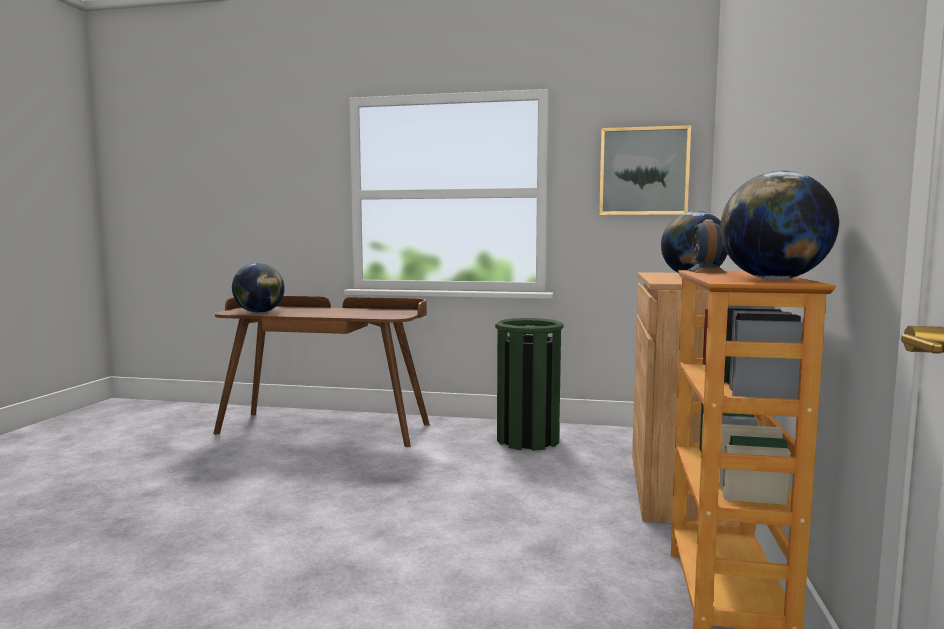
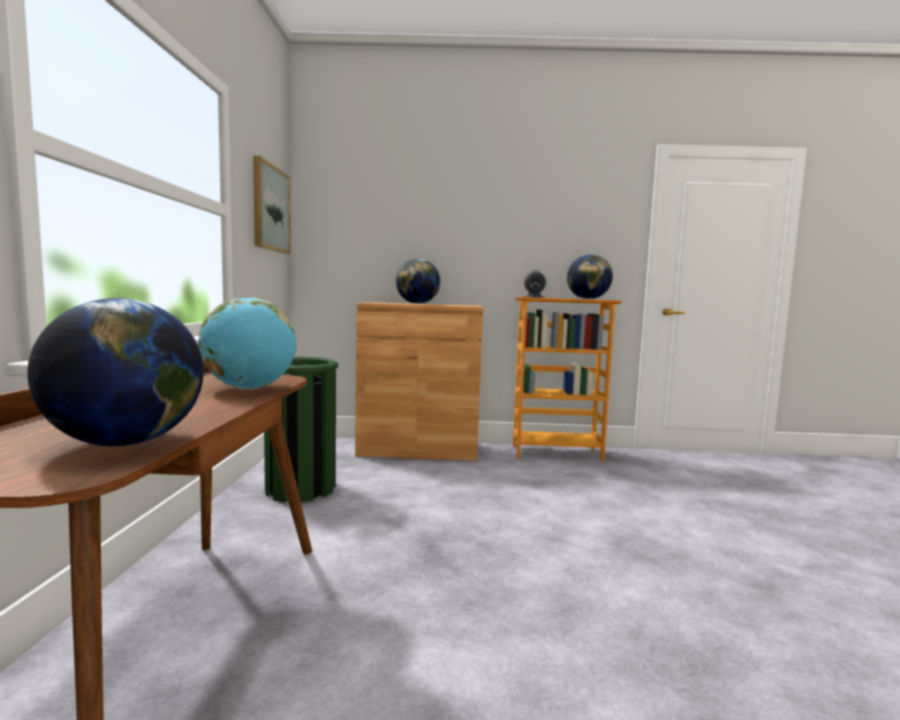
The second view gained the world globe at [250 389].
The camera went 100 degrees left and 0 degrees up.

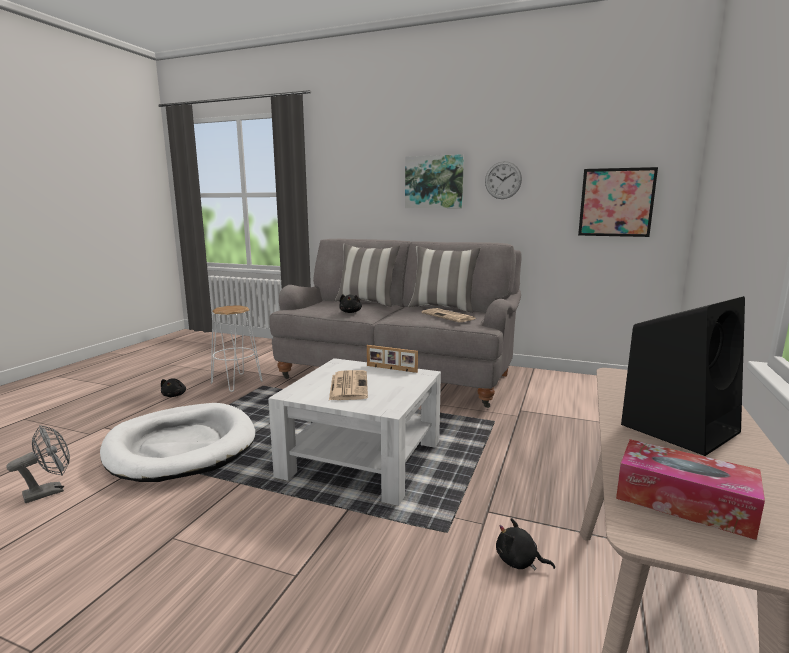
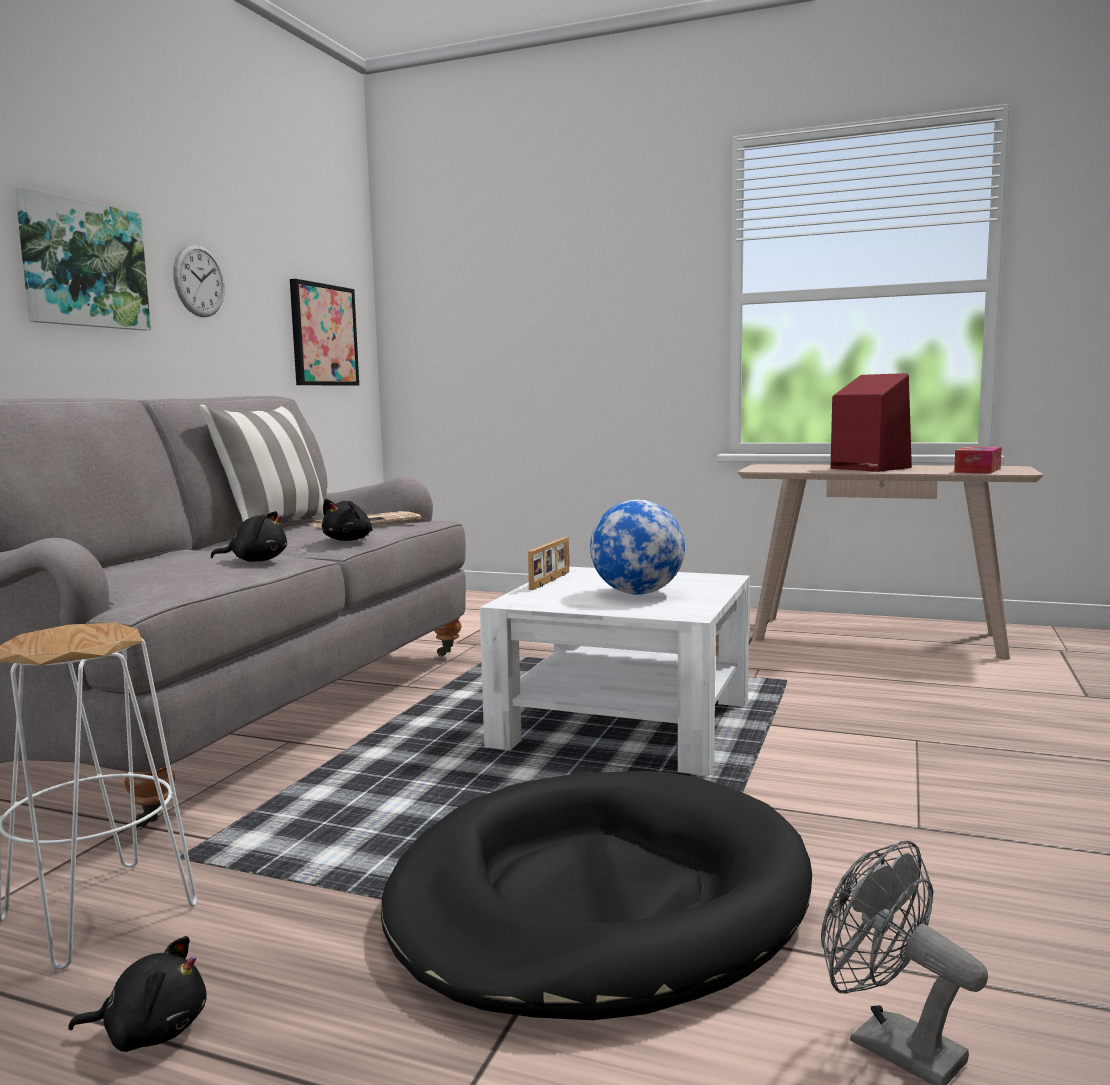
The second view lost the pillow at [367 302].
What was the blackish speaker at [680 427] turned into the reddish speaker at [868 468].
Where the newspaper stood at [348 386], the world globe came to stand at [637 593].
What was the white-coloured dog bed at [181 446] turned into the blackish dog bed at [598 900].
The blackish plush toy ended up elsewhere, having gone from [519 561] to [349 540].
The camera went 90 degrees left and 5 degrees down.

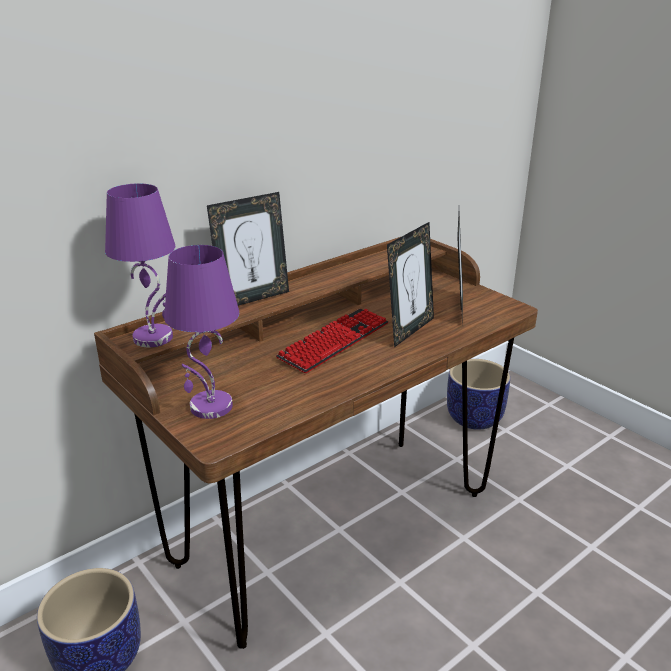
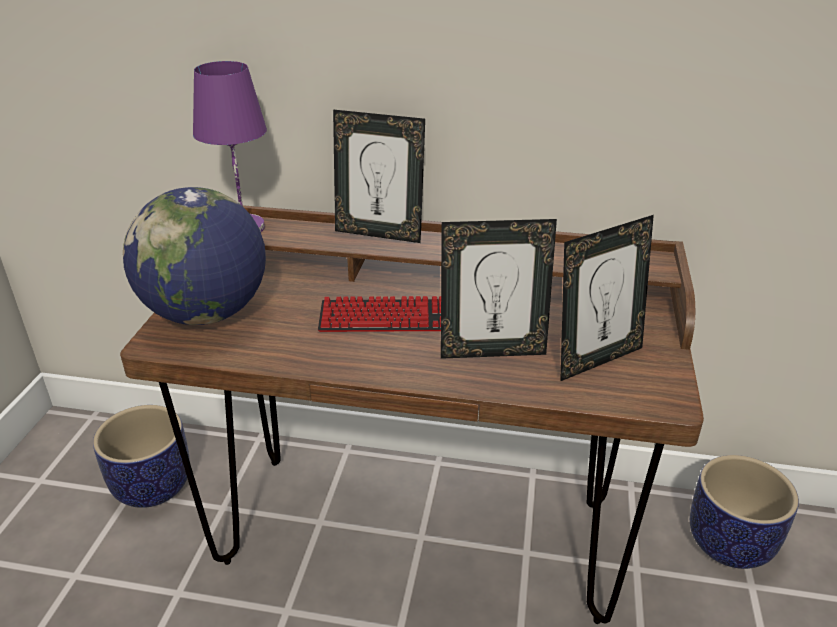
Where the purplish table lamp stood at [210 407], the world globe came to stand at [207 313].
The camera went 50 degrees right and 5 degrees up.

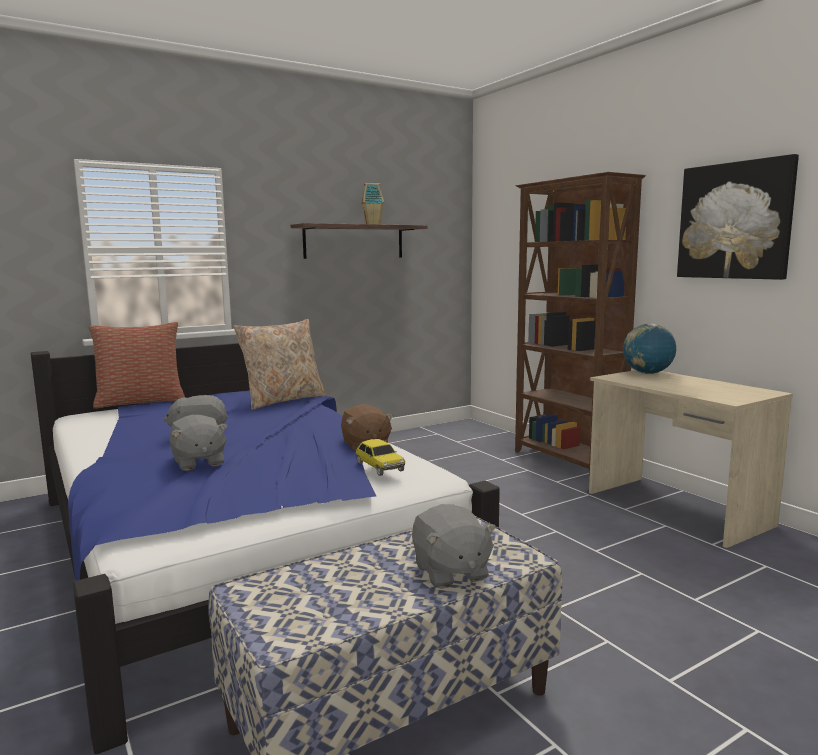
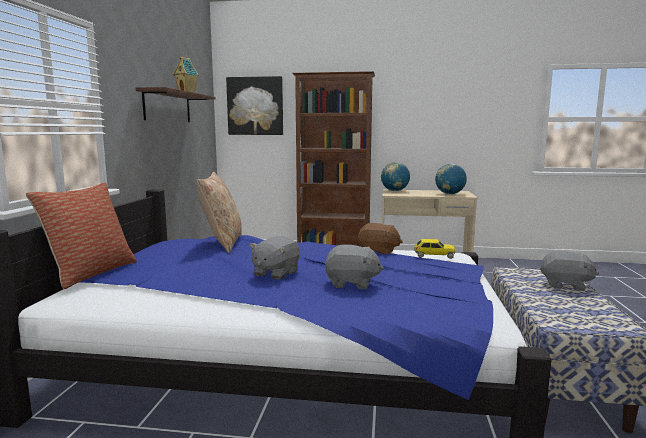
The wall art ended up elsewhere, having gone from [735 221] to [255 106].
The second view gained the world globe at [450 194].
The camera went 50 degrees left and 0 degrees up.

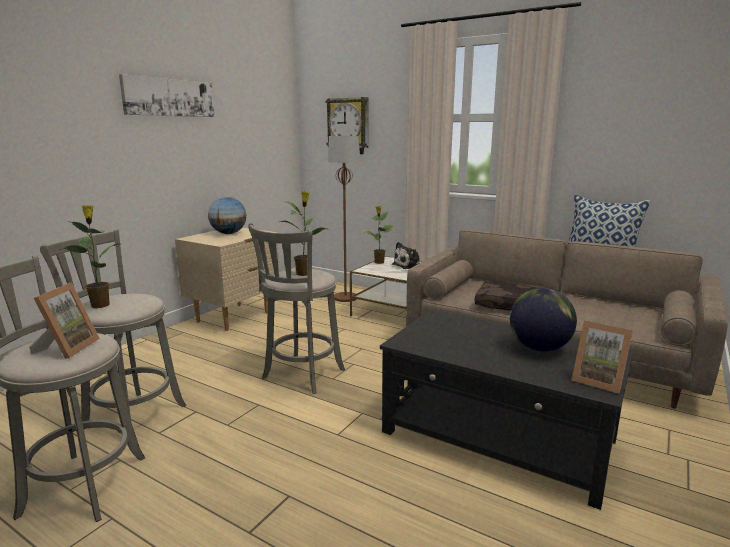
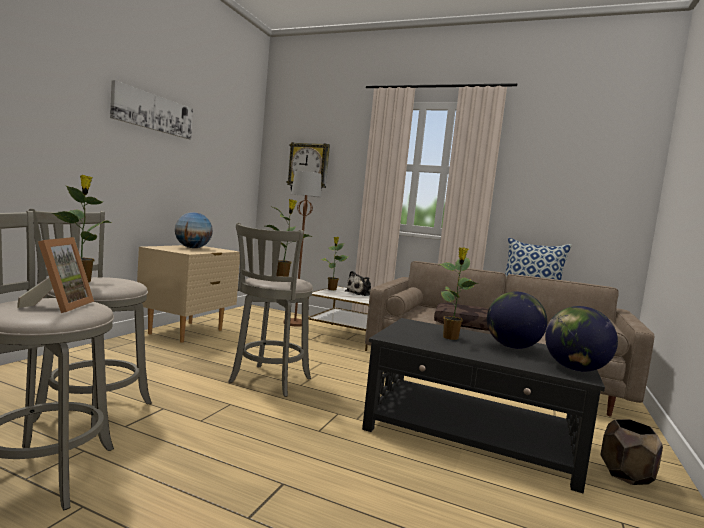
Where the standing frame stood at [598 380], the world globe came to stand at [575 369].
The second view gained the potted plant at [450 338].
The second view gained the brown planter at [626 475].
The camera went 10 degrees left and 10 degrees down.

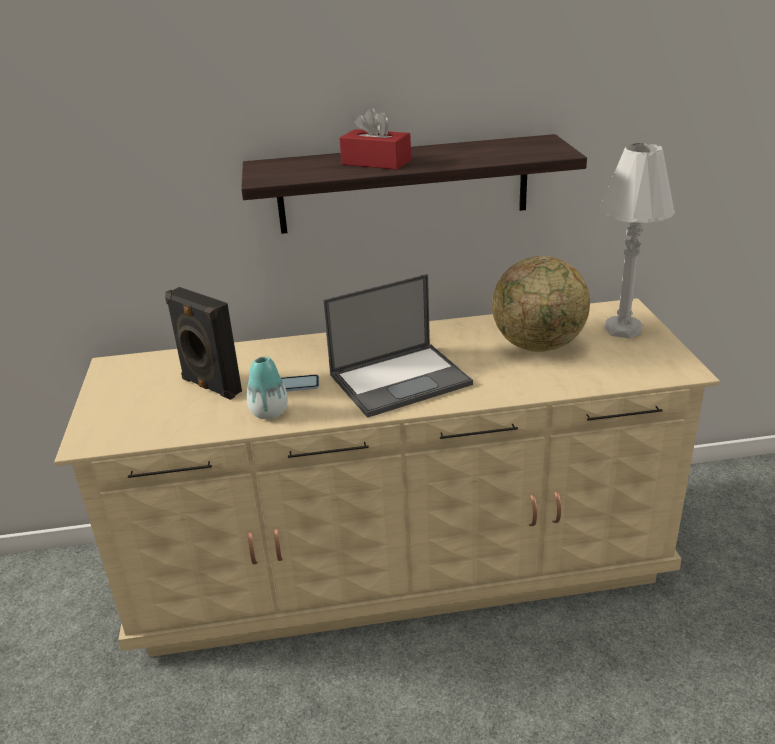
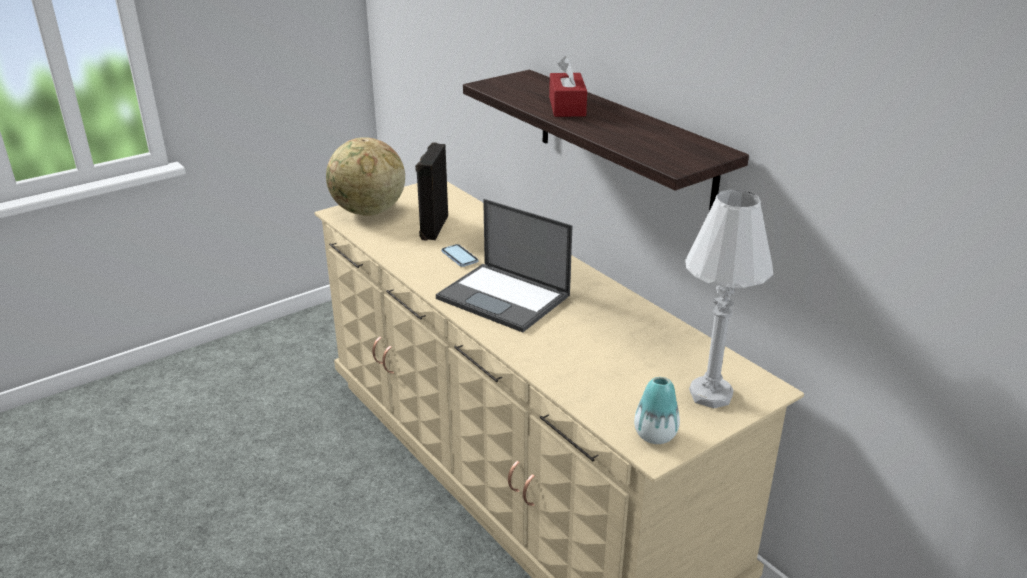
The world globe ended up elsewhere, having gone from [538 346] to [368 212].
The flower vase ended up elsewhere, having gone from [269 413] to [655 435].
The camera went 60 degrees right and 0 degrees up.

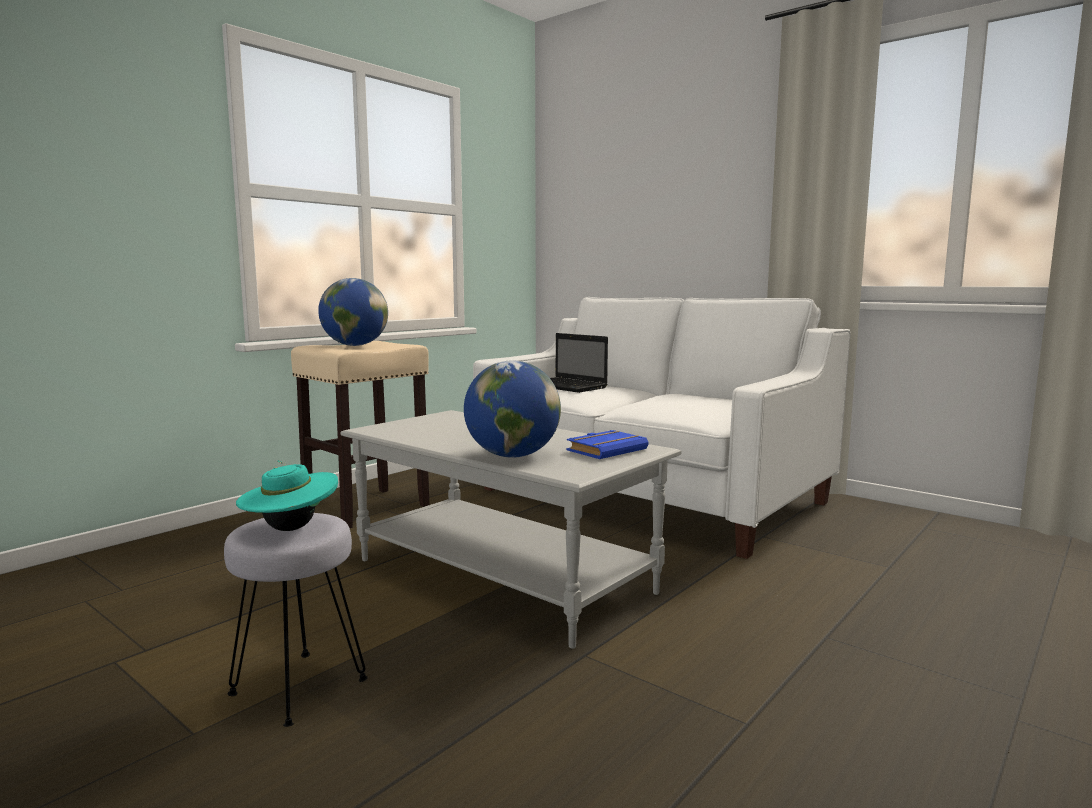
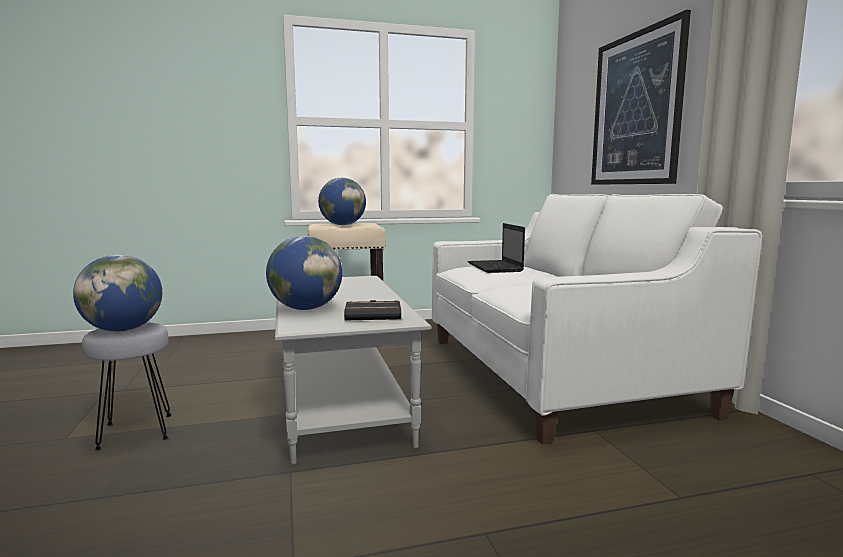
What was the bluish book at [606 450] turned into the blackish book at [374 315].
Where the turquoise-coloured wearable hat stood at [290 528], the world globe came to stand at [123 330].
The second view gained the wall art at [635 109].
The camera went 35 degrees right and 0 degrees up.

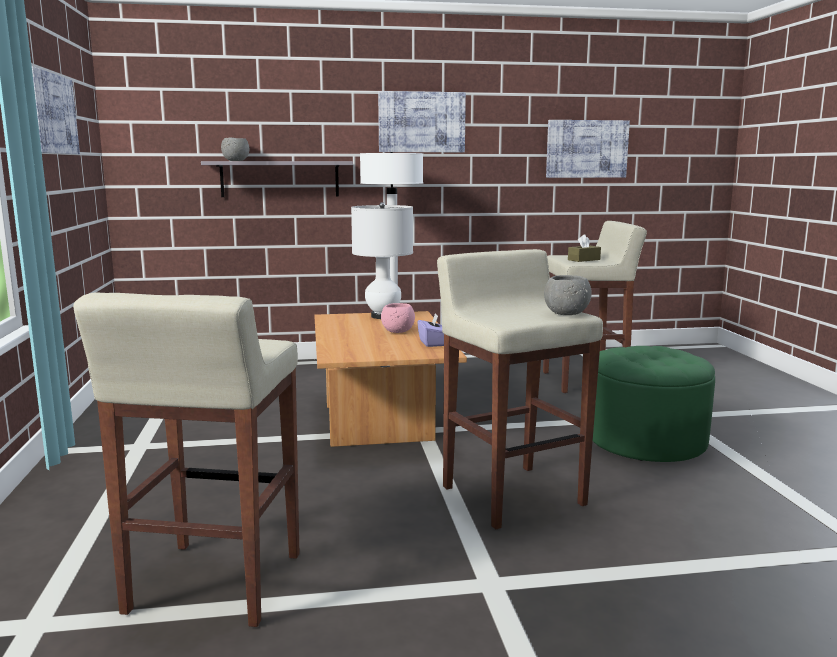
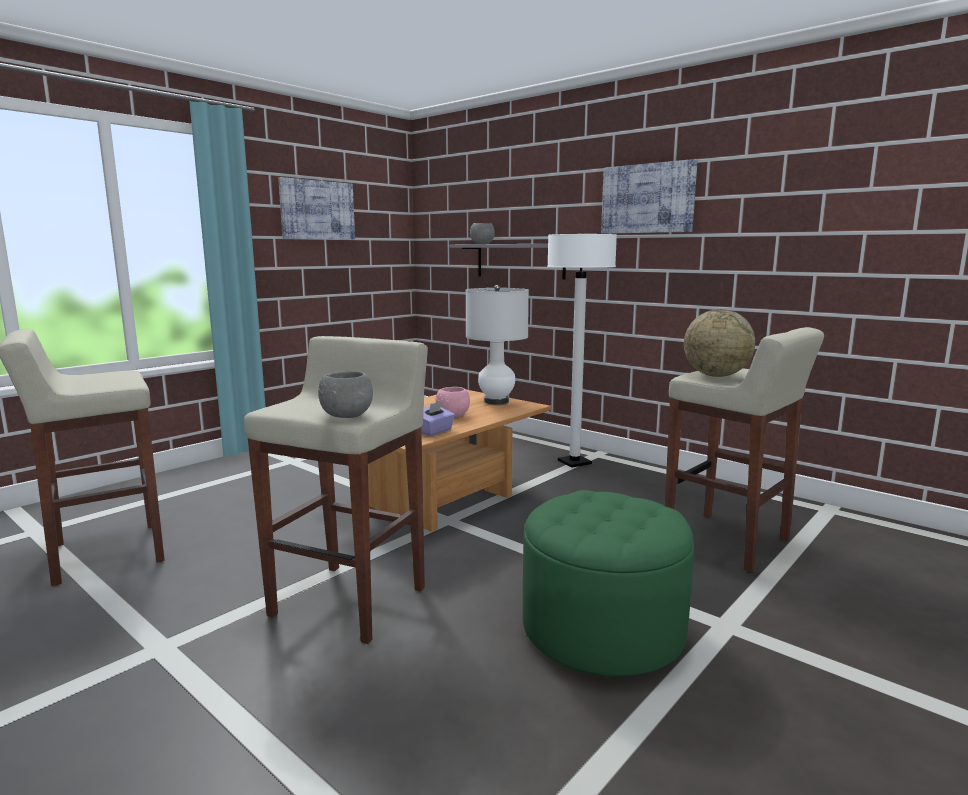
The second view lost the wall art at [586 149].
Where the brown box of tissues stood at [584 260], the world globe came to stand at [716 376].
The camera went 50 degrees right and 0 degrees up.

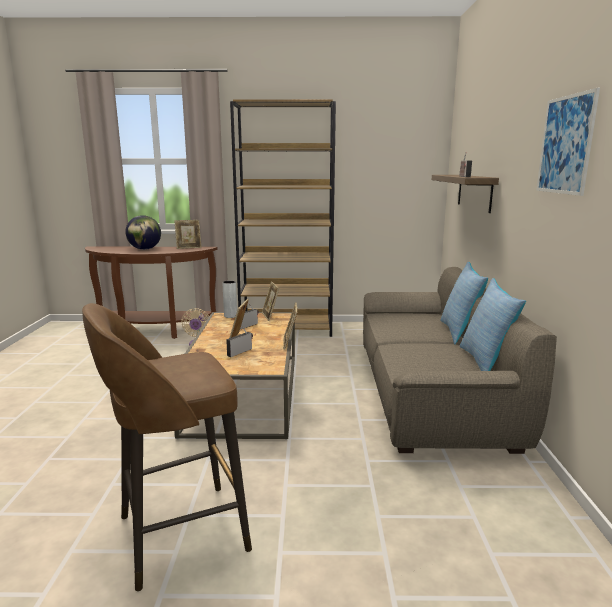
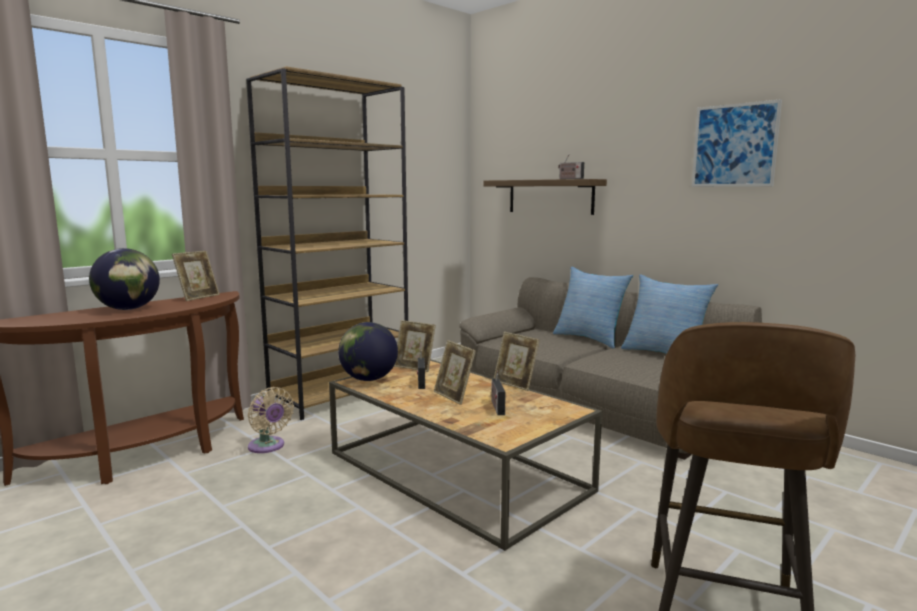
Where the greyish flower vase stood at [230 316], the world globe came to stand at [368 379].
The camera went 45 degrees left and 5 degrees down.

